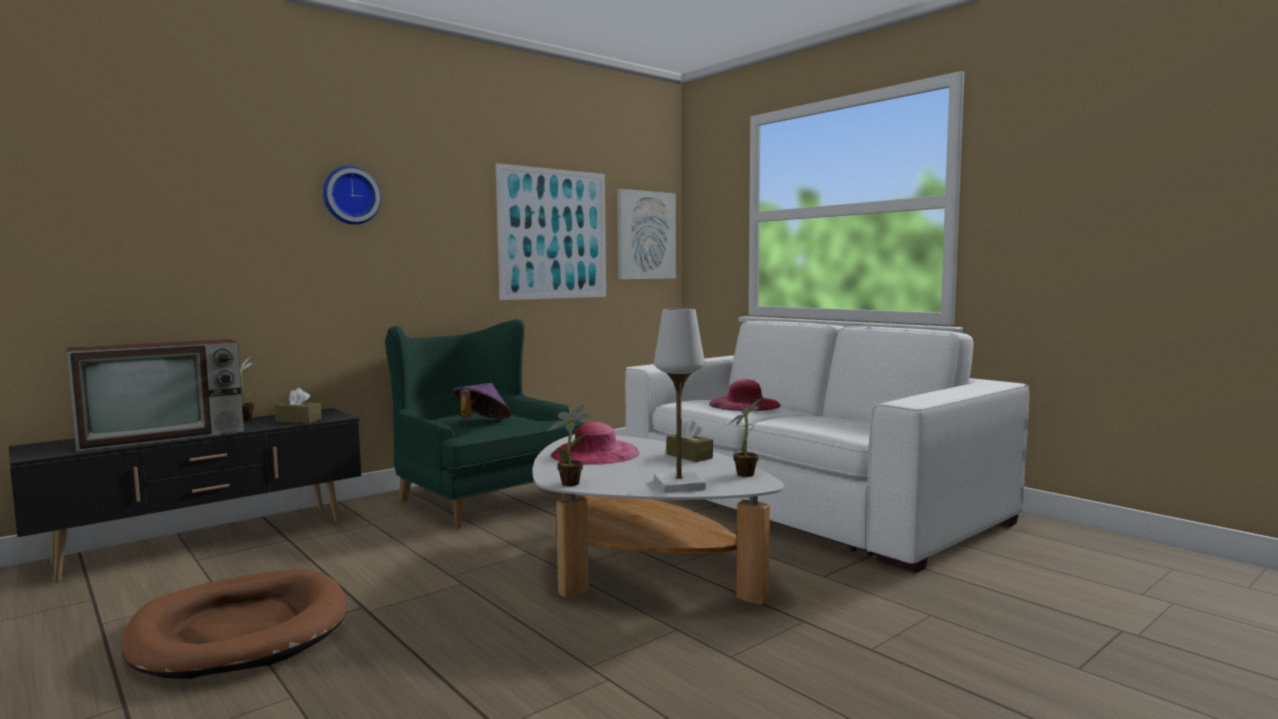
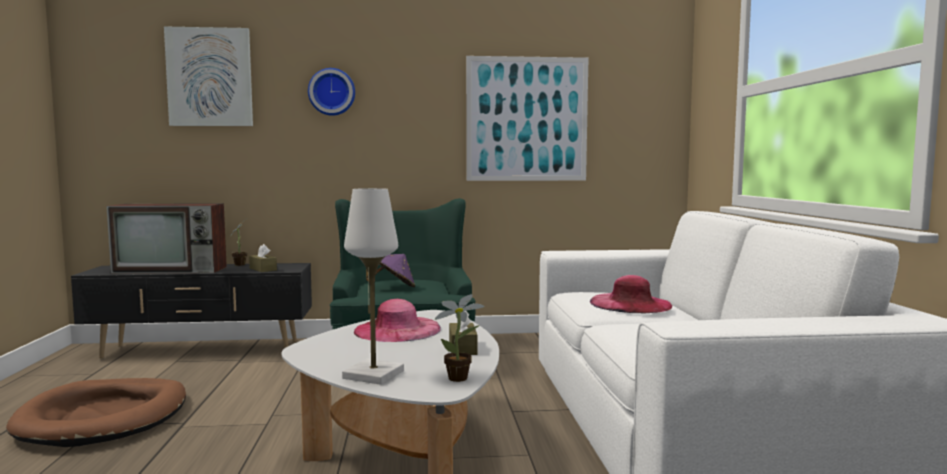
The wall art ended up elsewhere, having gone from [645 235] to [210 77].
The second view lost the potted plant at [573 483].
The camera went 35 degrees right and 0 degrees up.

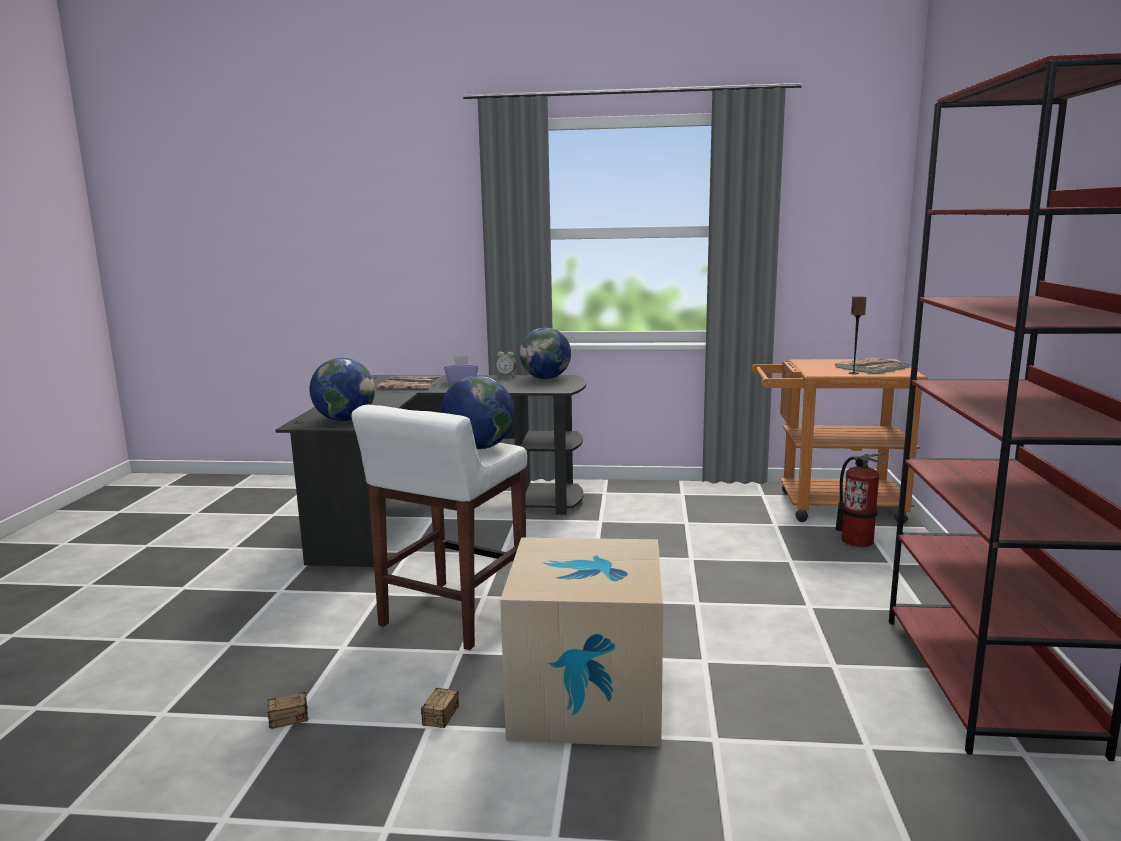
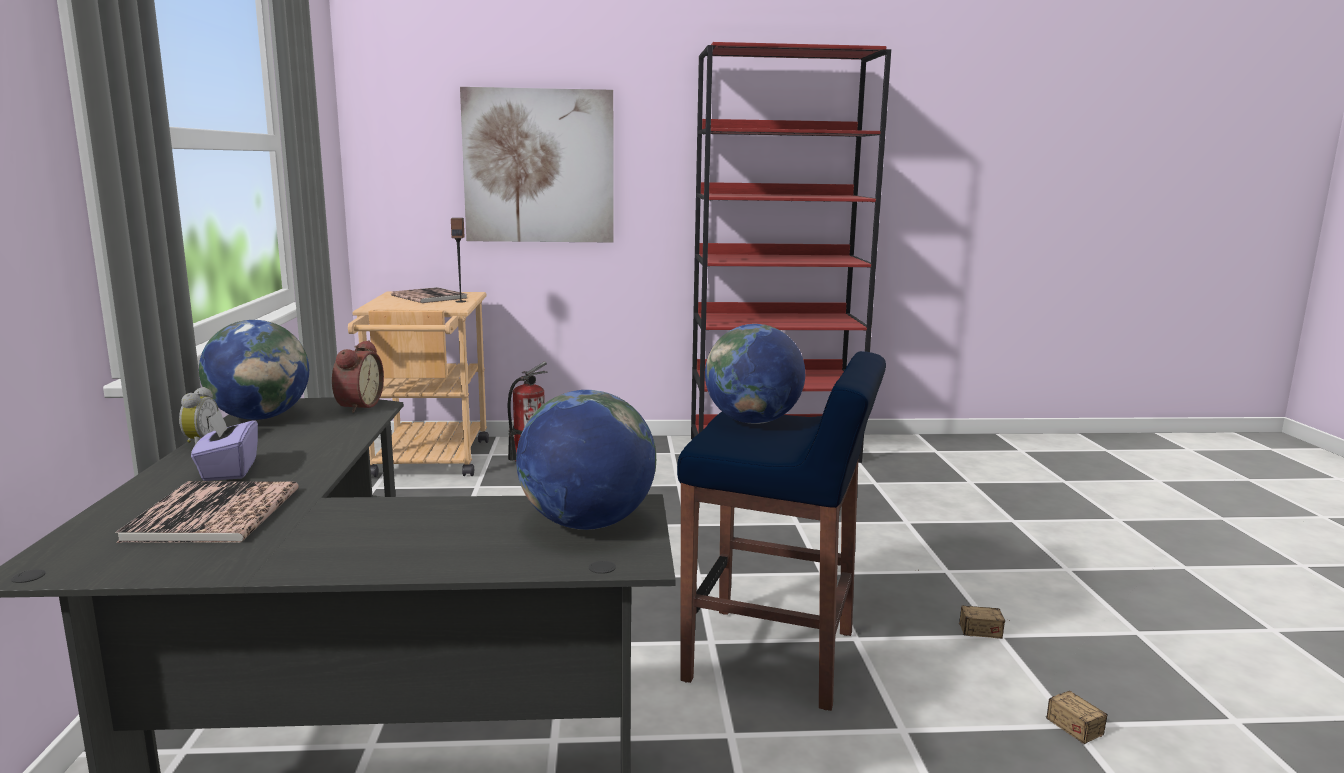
What was the orange trolley at [828 507] turned into the beige trolley at [429 463].
What was the white-coloured stool at [452 615] turned into the bluish stool at [774 657].
The second view lost the carton at [587 698].
The second view gained the wall art at [539 166].
The second view gained the bedside clock at [356 406].
The camera went 100 degrees left and 0 degrees up.

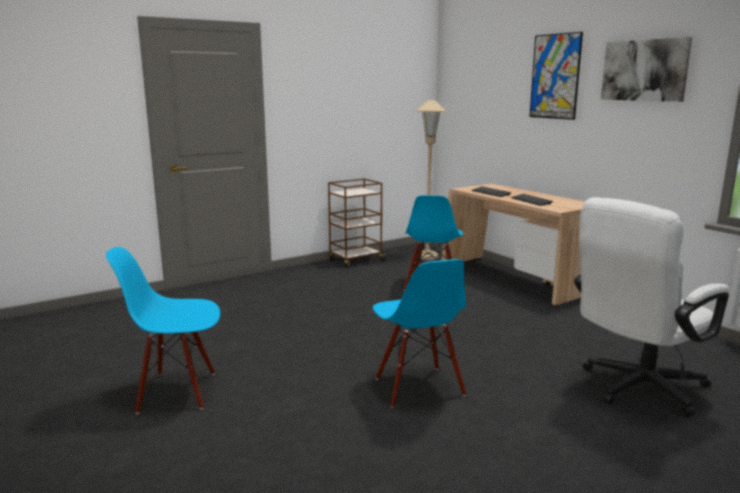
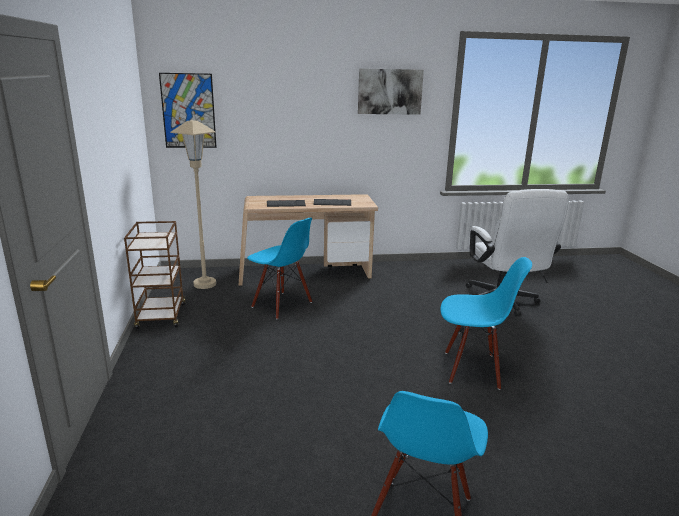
The wall art ended up elsewhere, having gone from [555 76] to [188 111].
The camera went 65 degrees left and 5 degrees up.

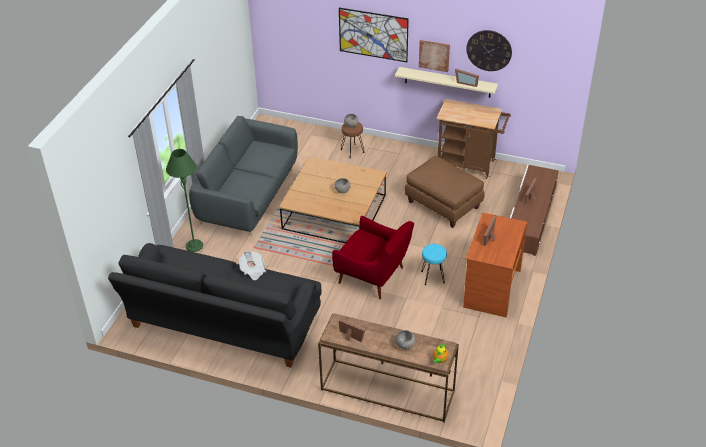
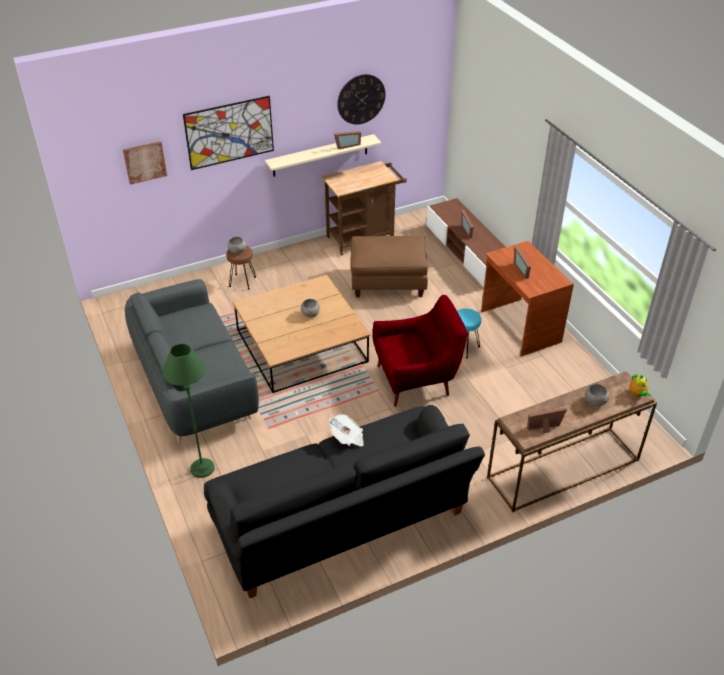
The wall art ended up elsewhere, having gone from [434 55] to [144 162].
The camera went 45 degrees left and 0 degrees up.

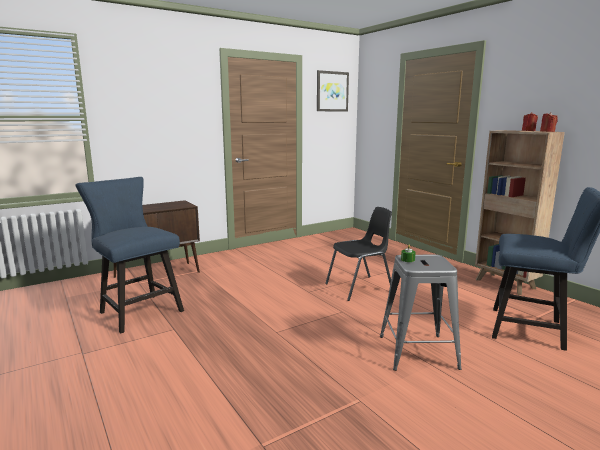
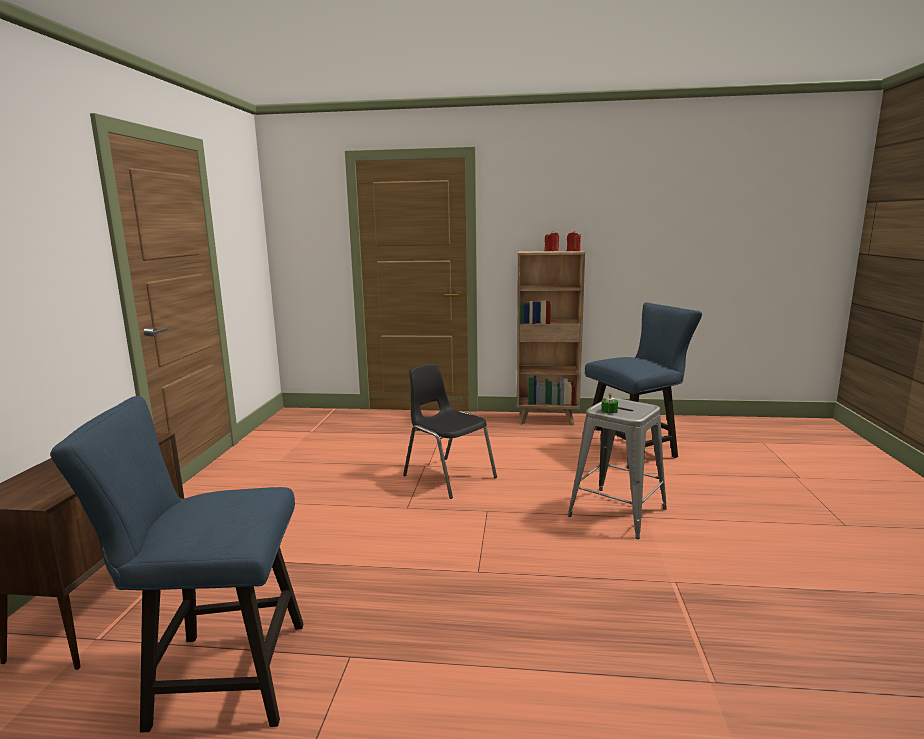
The second view lost the wall art at [332 91].
The blackish chair at [360 288] ended up facing another way, 60 degrees counterclockwise from before.
The camera went 50 degrees left and 0 degrees up.

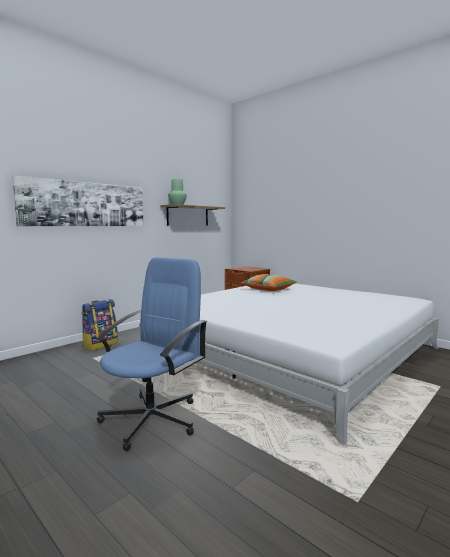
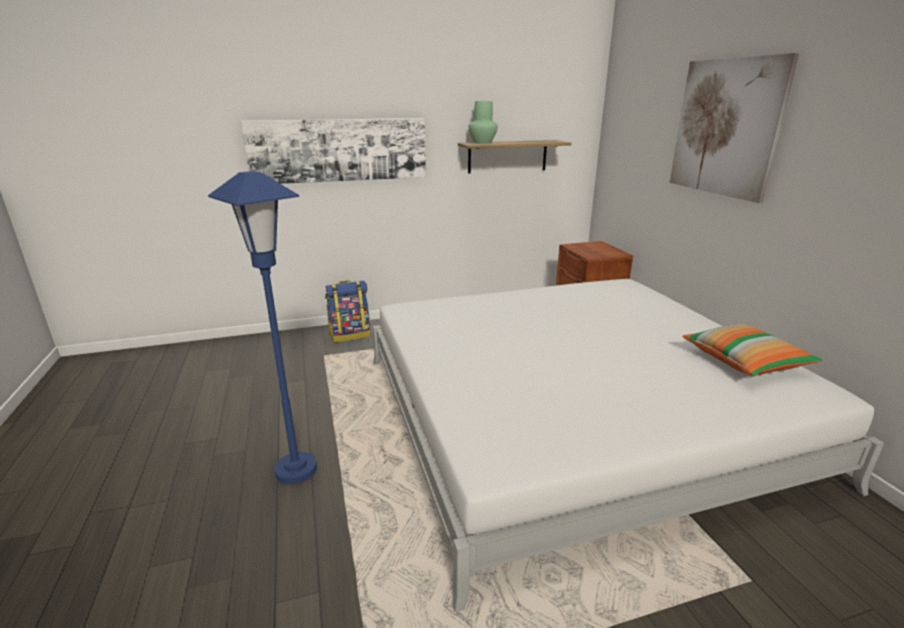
Where the bluish desk chair stood at [152 419], the bluish standing lamp came to stand at [296 470].
The pillow ended up elsewhere, having gone from [269 289] to [745 362].
The second view gained the wall art at [725 128].
The camera went 30 degrees right and 15 degrees up.

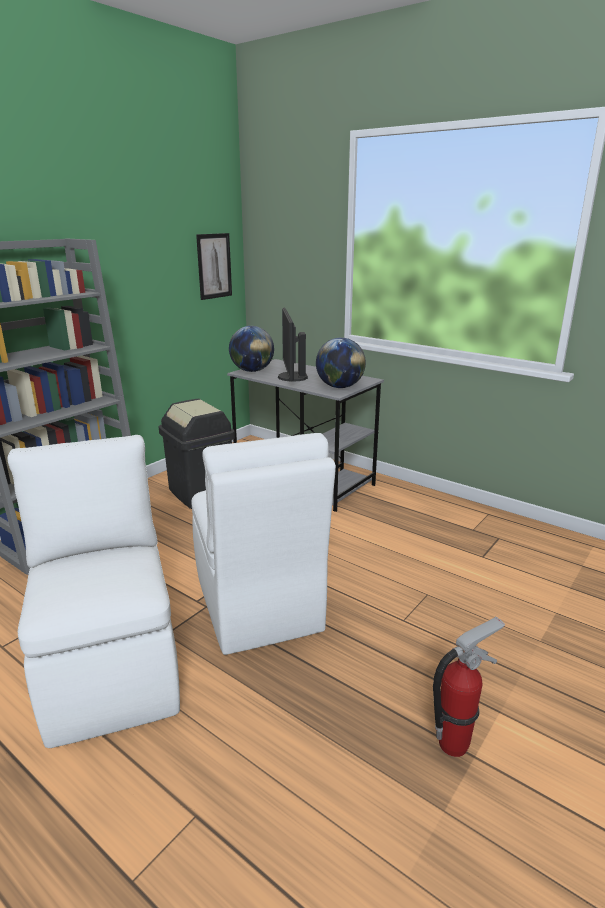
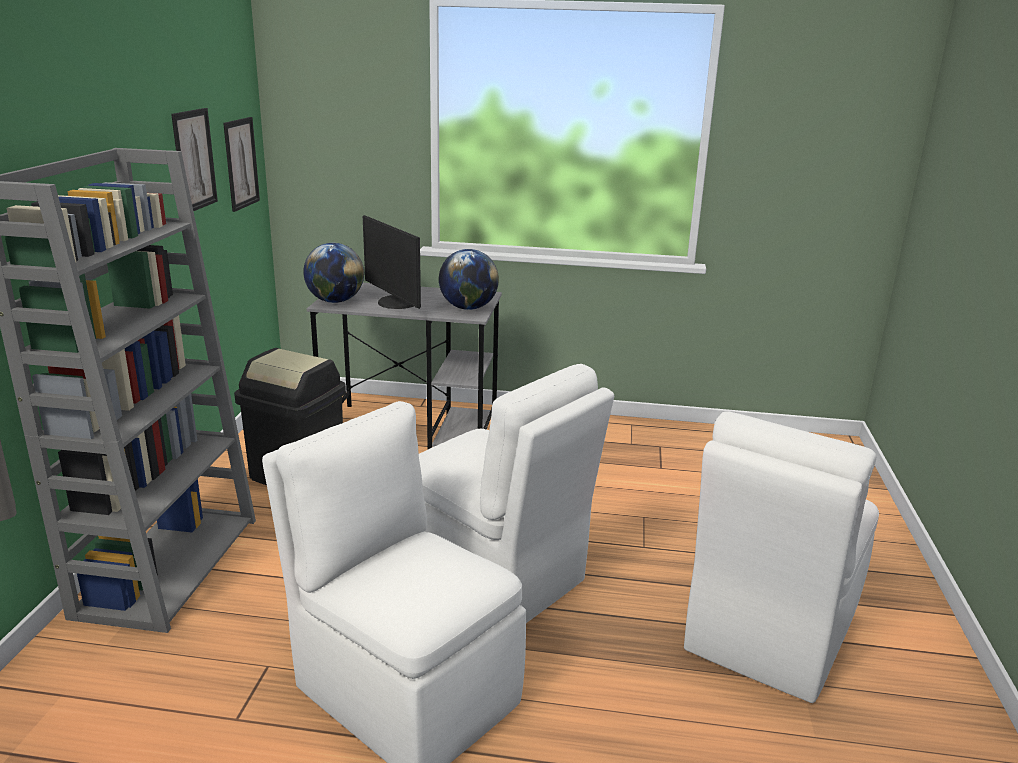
Where the fire-fighting cylinder stood at [454 744], the white-coloured chair came to stand at [769 633].
The second view gained the wall art at [194 160].
The camera went 30 degrees left and 0 degrees up.

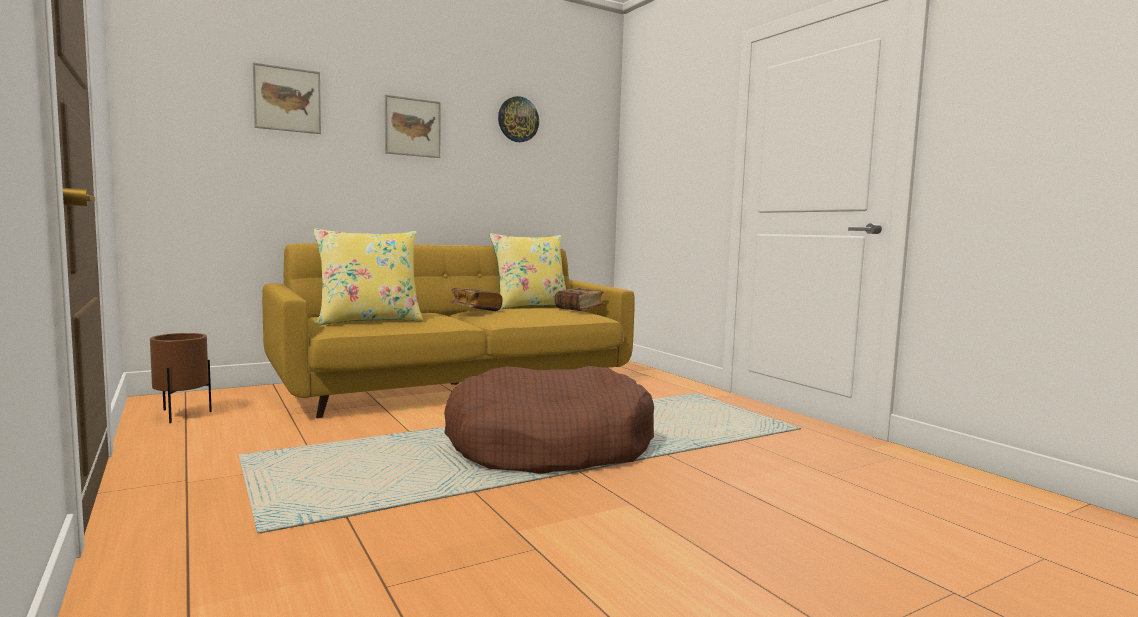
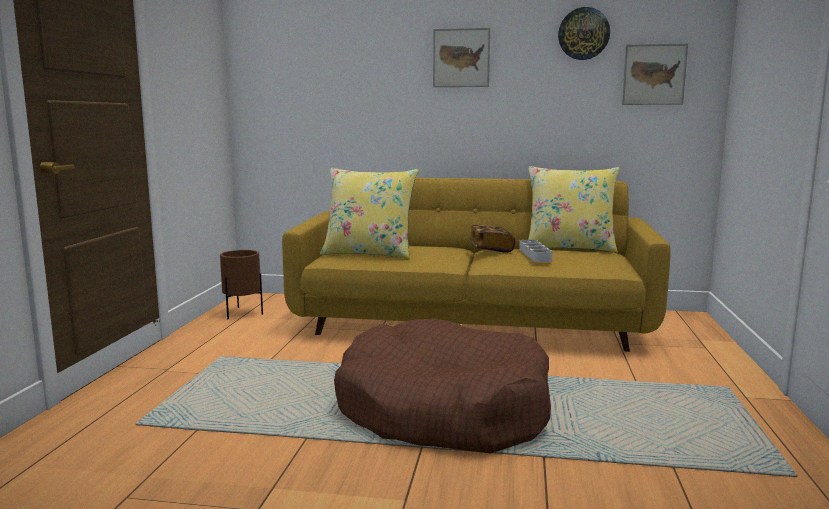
The wall art ended up elsewhere, having gone from [287 99] to [654 74].
The second view lost the book at [579 309].
The second view gained the greyish carrying tray at [535 254].
The camera went 40 degrees right and 5 degrees up.

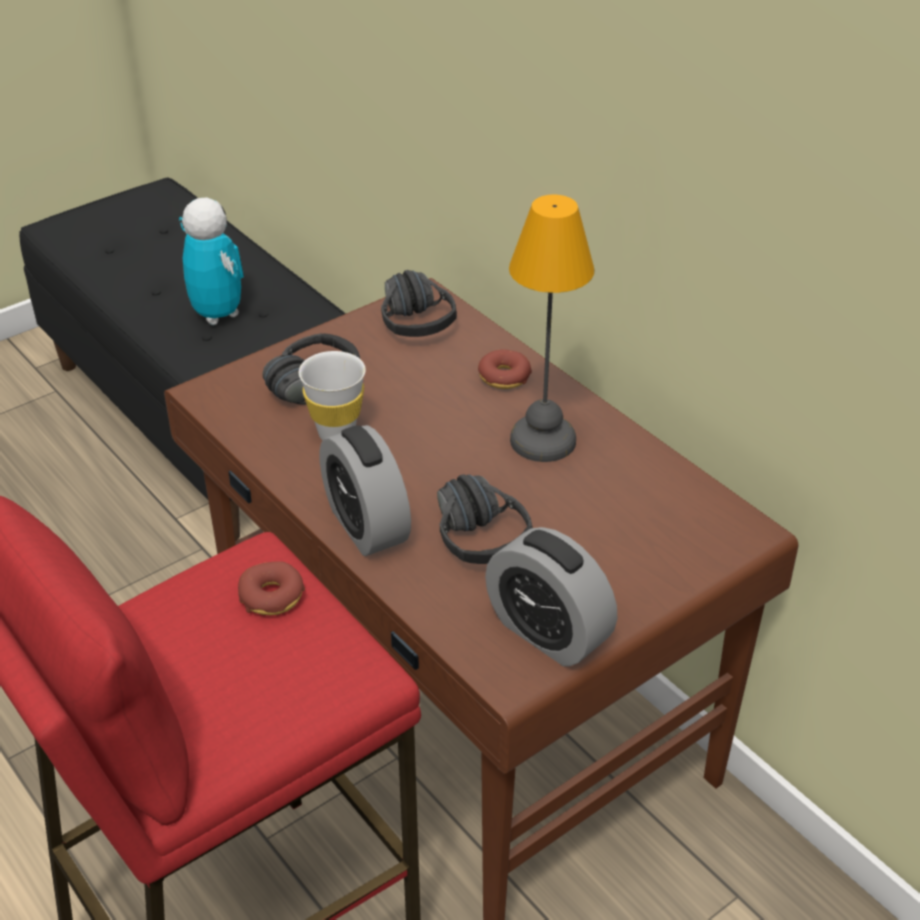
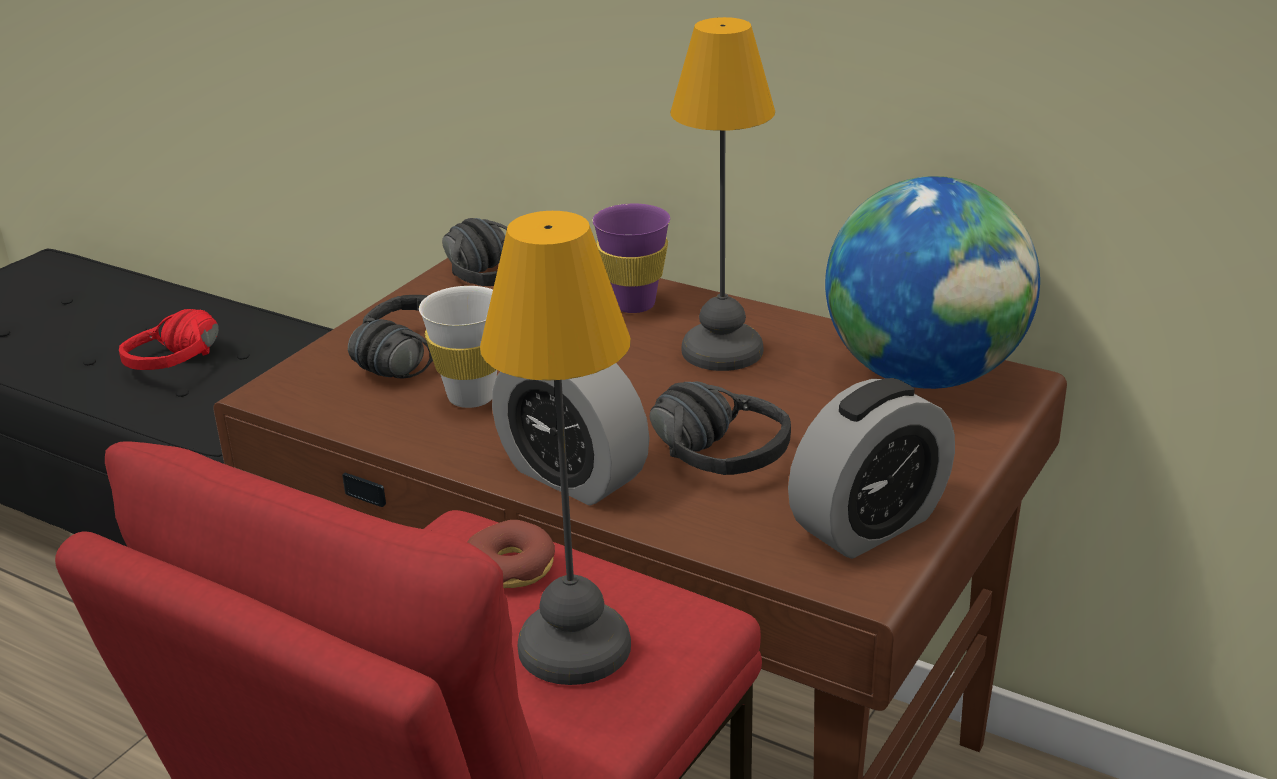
Where the robot figure stood at [217 314], the reddish pair of headphones came to stand at [186 365].
Where the ring doughnut stood at [504 377], the purplish cup came to stand at [634 304].
The bedside clock at [548 632] ended up facing another way, 60 degrees counterclockwise from before.
The second view gained the world globe at [924 375].
The second view gained the table lamp at [578 645].
The camera went 20 degrees left and 10 degrees down.

